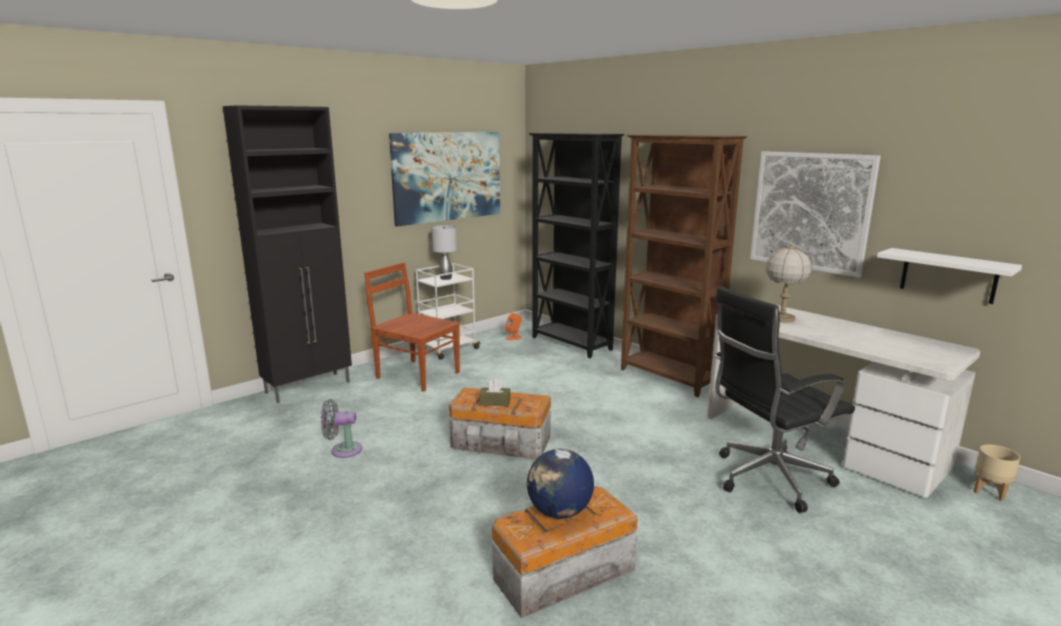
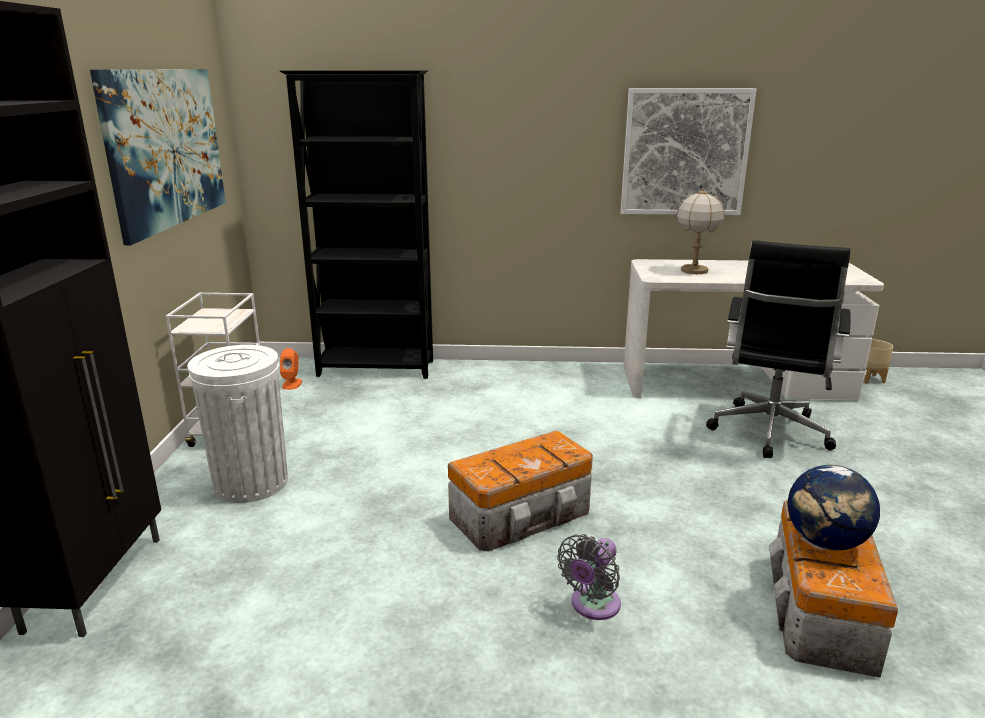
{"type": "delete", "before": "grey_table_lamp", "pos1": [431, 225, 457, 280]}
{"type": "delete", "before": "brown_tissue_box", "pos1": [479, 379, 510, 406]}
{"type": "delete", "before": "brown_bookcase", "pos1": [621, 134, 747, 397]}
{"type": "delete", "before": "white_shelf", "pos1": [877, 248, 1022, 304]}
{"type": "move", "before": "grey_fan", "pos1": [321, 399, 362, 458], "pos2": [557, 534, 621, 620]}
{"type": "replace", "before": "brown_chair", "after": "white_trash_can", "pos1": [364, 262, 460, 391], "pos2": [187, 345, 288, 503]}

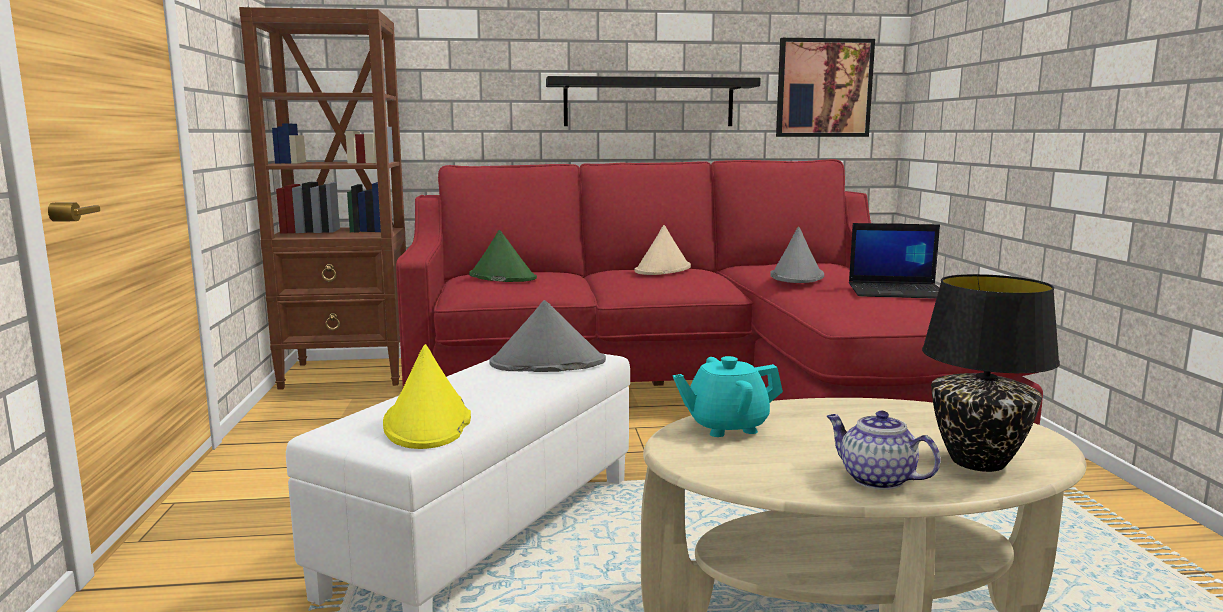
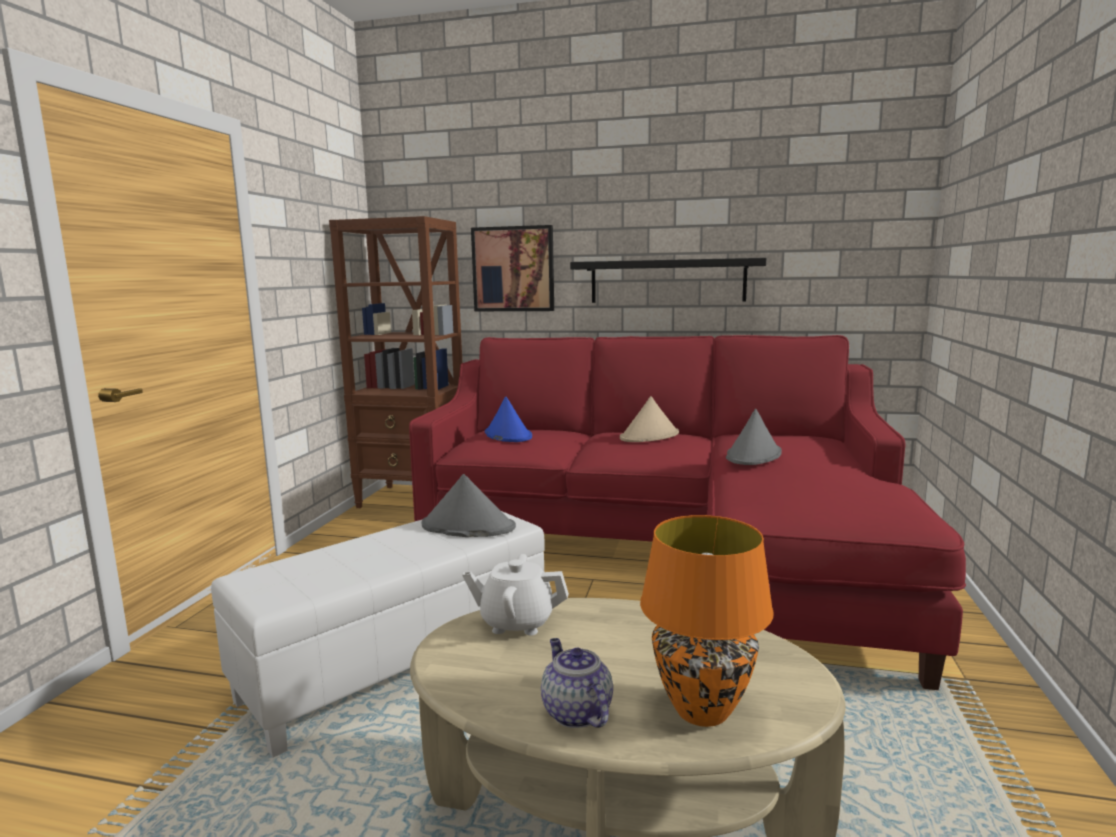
{"type": "delete", "before": "yellow_hat", "pos1": [383, 344, 471, 449]}
{"type": "delete", "before": "laptop", "pos1": [849, 223, 940, 299]}
{"type": "move", "before": "picture", "pos1": [776, 38, 875, 137], "pos2": [471, 225, 554, 311]}
{"type": "recolor", "before": "green_hat", "after": "blue_hat", "pos1": [469, 230, 537, 282], "pos2": [485, 396, 532, 442]}
{"type": "recolor", "before": "turquoise_teapot", "after": "white_teapot", "pos1": [673, 356, 783, 437], "pos2": [463, 554, 569, 635]}
{"type": "recolor", "before": "black_table_lamp", "after": "orange_table_lamp", "pos1": [922, 274, 1060, 472], "pos2": [640, 515, 774, 727]}

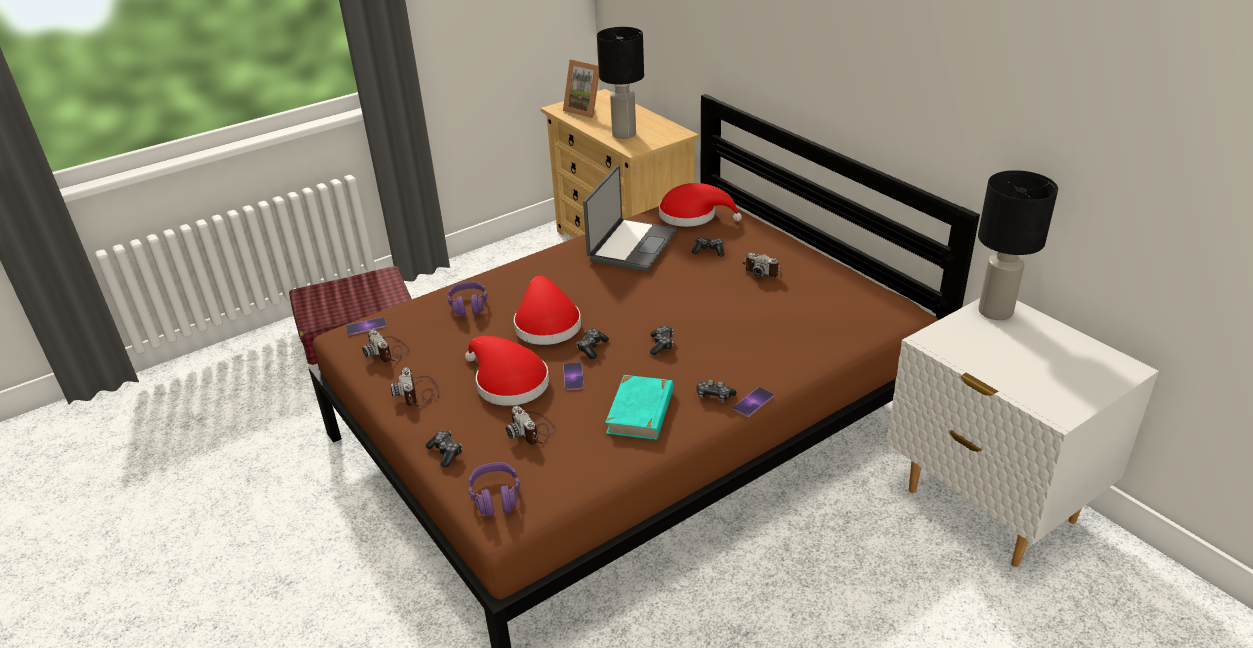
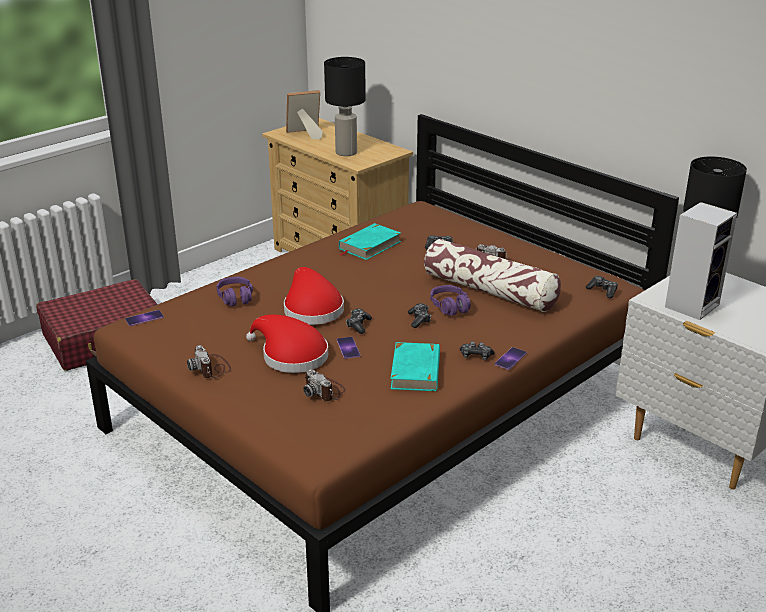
{"type": "delete", "before": "photo_camera", "pos1": [362, 329, 409, 362]}
{"type": "delete", "before": "red_hat", "pos1": [659, 183, 742, 227]}
{"type": "insert", "after": "pillow", "pos2": [424, 239, 561, 312]}
{"type": "insert", "after": "speaker", "pos2": [665, 202, 737, 320]}
{"type": "move", "before": "game_controller", "pos1": [426, 430, 462, 468], "pos2": [586, 276, 618, 298]}
{"type": "move", "before": "purple_headphones", "pos1": [468, 462, 520, 517], "pos2": [430, 285, 471, 316]}
{"type": "replace", "before": "laptop", "after": "turquoise_book", "pos1": [583, 165, 677, 272], "pos2": [339, 223, 401, 260]}
{"type": "rotate", "before": "picture_frame", "pos1": [563, 60, 599, 118], "pos2": [286, 90, 323, 140], "turn": 135}

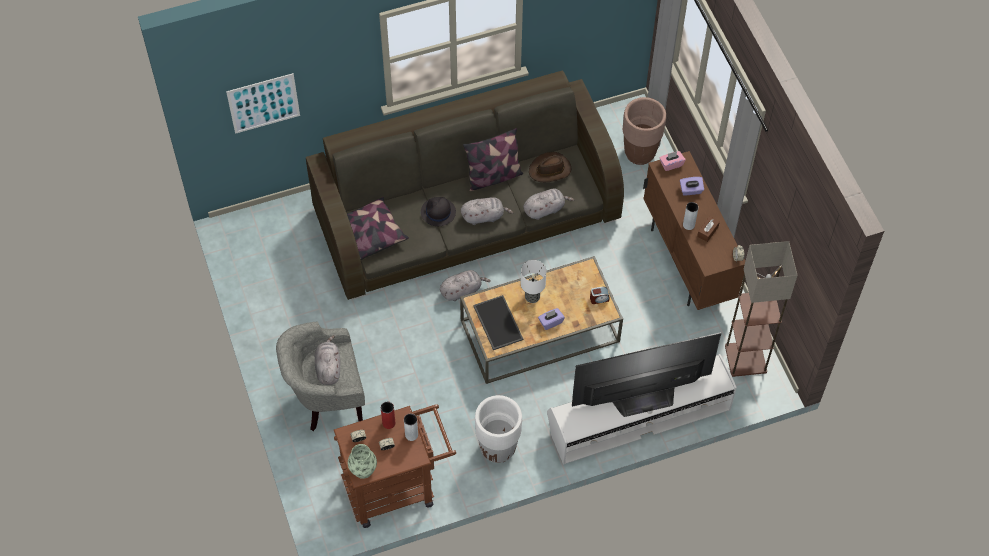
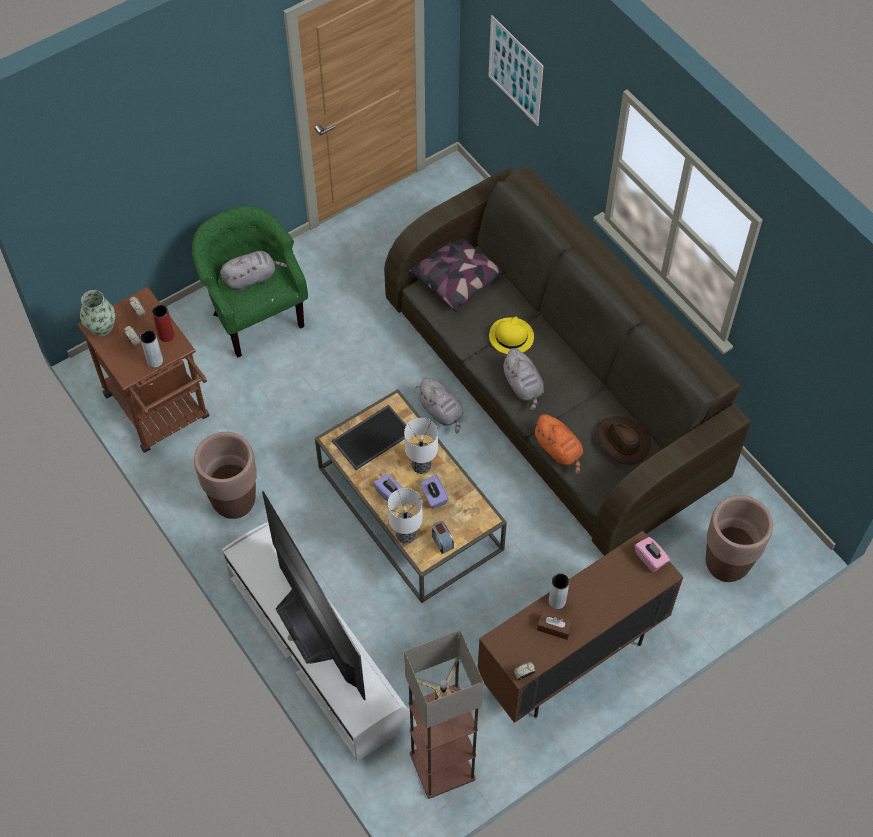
{"type": "delete", "before": "pillow", "pos1": [463, 128, 523, 191]}
{"type": "insert", "after": "table_lamp", "pos2": [388, 488, 423, 544]}
{"type": "move", "before": "purple_tissue_box", "pos1": [680, 177, 704, 196], "pos2": [420, 474, 448, 509]}
{"type": "recolor", "before": "grey_armchair", "after": "green_armchair", "pos1": [276, 322, 365, 431], "pos2": [192, 205, 308, 358]}
{"type": "recolor", "before": "black_hat", "after": "yellow_hat", "pos1": [421, 197, 456, 226], "pos2": [489, 316, 534, 354]}
{"type": "recolor", "before": "white_planter", "after": "brown_planter", "pos1": [475, 395, 522, 463], "pos2": [194, 432, 257, 519]}
{"type": "recolor", "before": "grey_plush_toy", "after": "orange_plush_toy", "pos1": [523, 188, 574, 220], "pos2": [532, 414, 583, 474]}

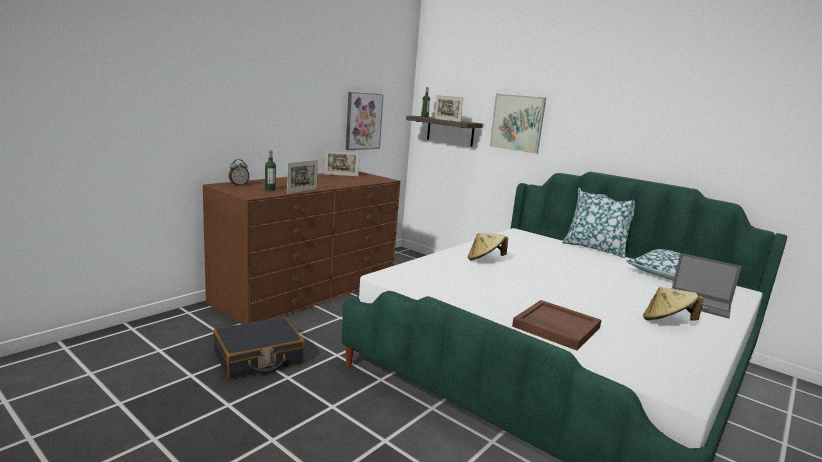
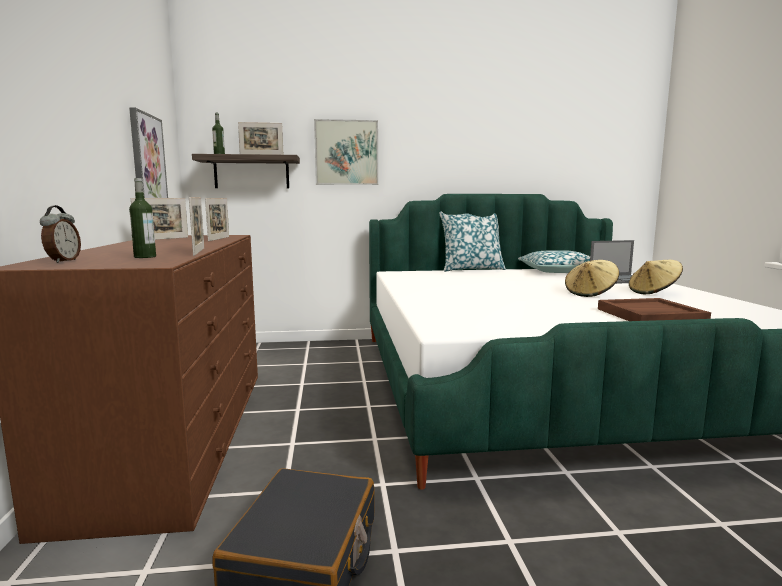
{"type": "insert", "after": "picture_frame", "pos2": [205, 198, 229, 241]}
{"type": "move", "before": "beige_hat", "pos1": [468, 233, 508, 260], "pos2": [565, 260, 619, 297]}

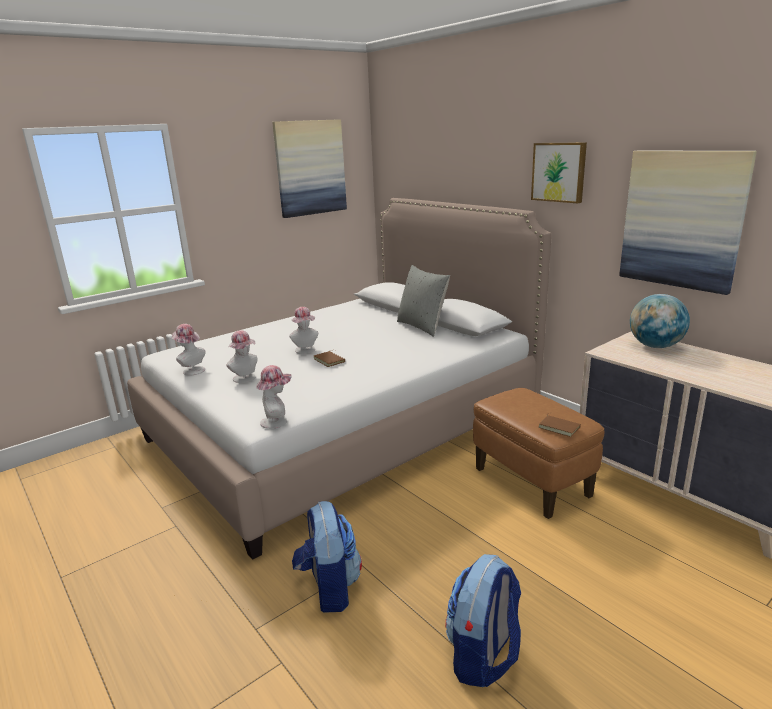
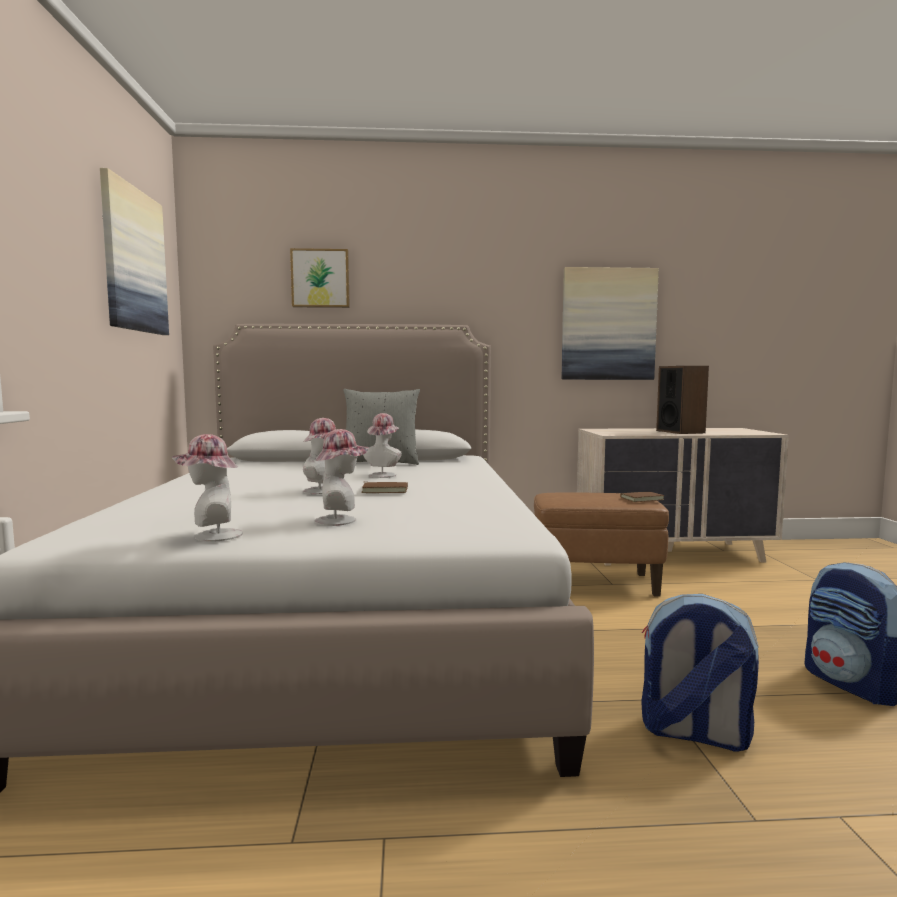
{"type": "delete", "before": "globe", "pos1": [630, 294, 690, 348]}
{"type": "insert", "after": "speaker", "pos2": [656, 366, 709, 434]}
{"type": "move", "before": "hat", "pos1": [256, 365, 292, 429], "pos2": [363, 413, 402, 478]}
{"type": "move", "before": "picture", "pos1": [531, 142, 587, 203], "pos2": [290, 248, 350, 308]}

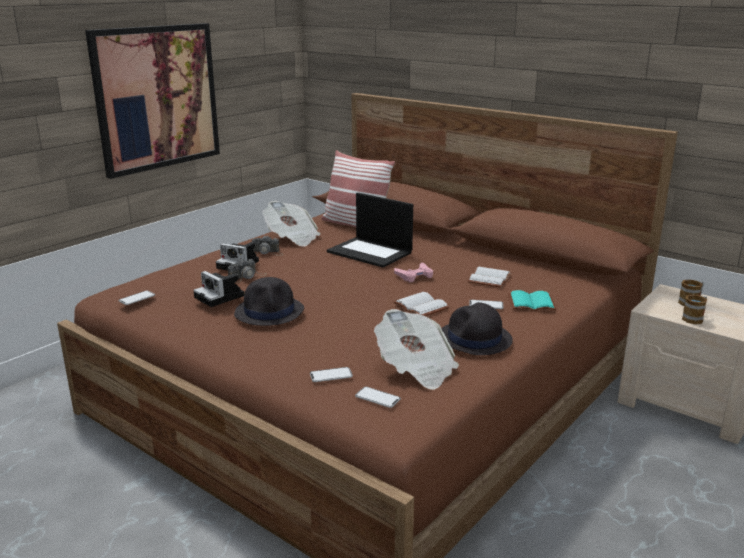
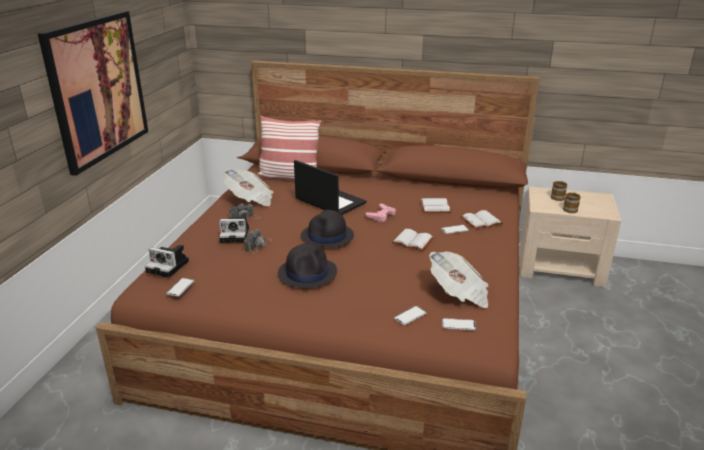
{"type": "move", "before": "photo_camera", "pos1": [193, 271, 244, 307], "pos2": [145, 245, 189, 278]}
{"type": "move", "before": "black_hat", "pos1": [441, 302, 513, 355], "pos2": [301, 210, 354, 248]}
{"type": "recolor", "before": "turquoise_book", "after": "white_book", "pos1": [508, 290, 556, 311], "pos2": [461, 210, 503, 229]}
{"type": "rotate", "before": "laptop", "pos1": [327, 193, 413, 268], "pos2": [294, 160, 366, 215], "turn": -150}

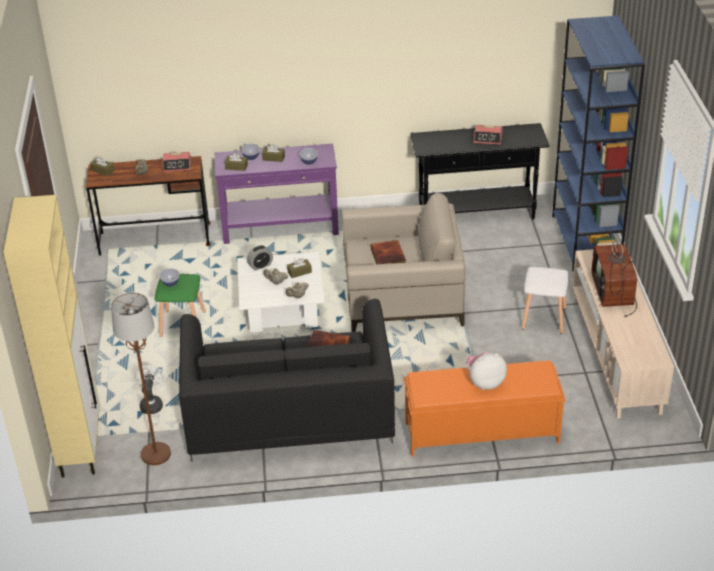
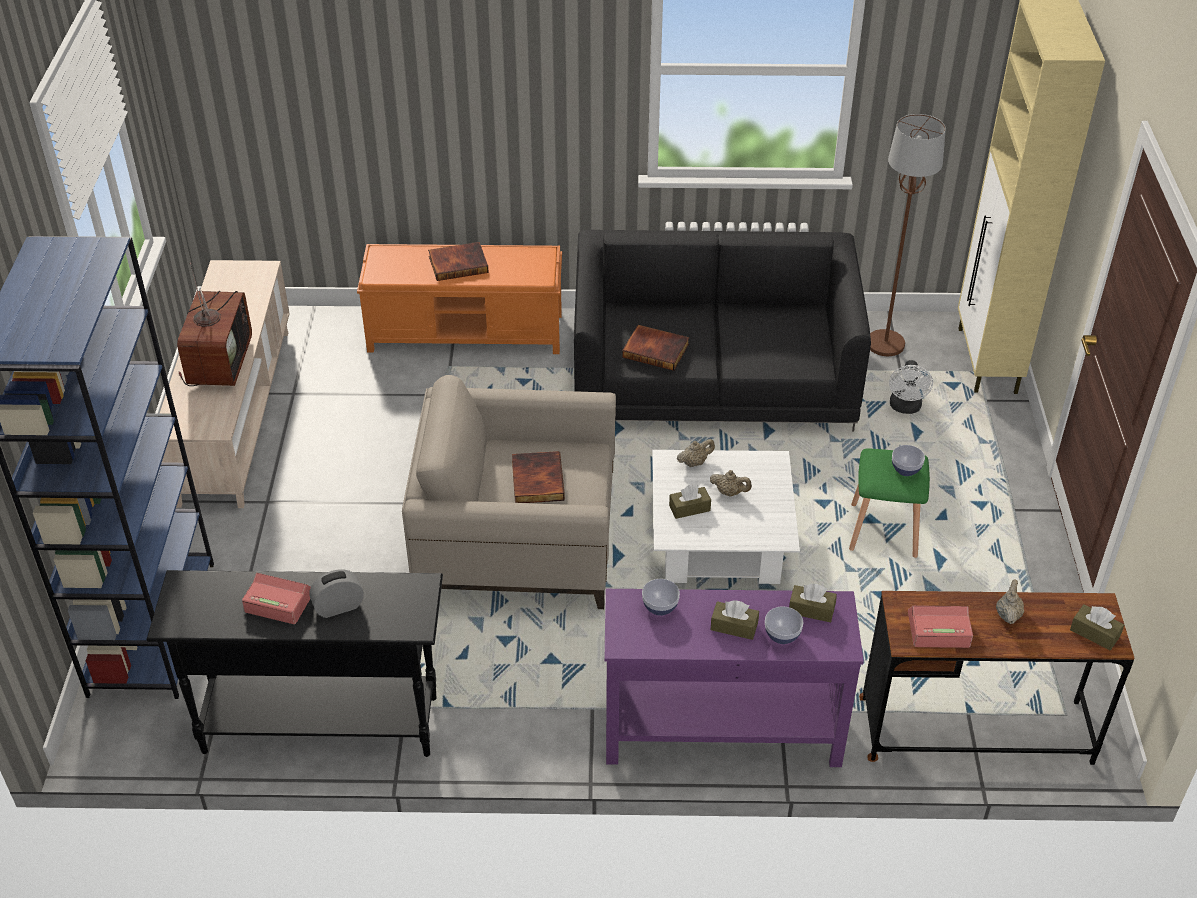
{"type": "delete", "before": "white_stool", "pos1": [521, 267, 569, 334]}
{"type": "move", "before": "alarm_clock", "pos1": [247, 245, 273, 271], "pos2": [309, 569, 364, 618]}
{"type": "replace", "before": "plush_toy", "after": "book", "pos1": [466, 352, 507, 390], "pos2": [428, 242, 489, 281]}

